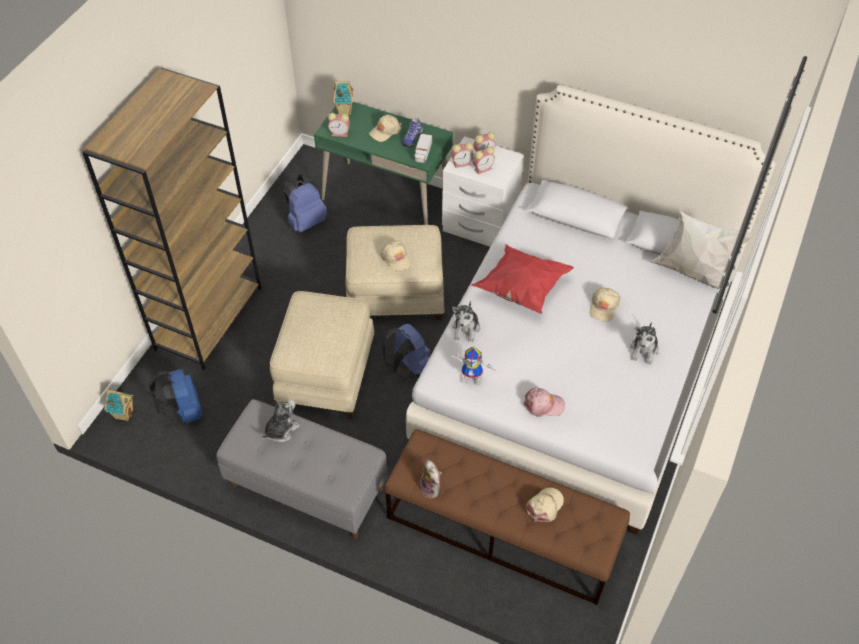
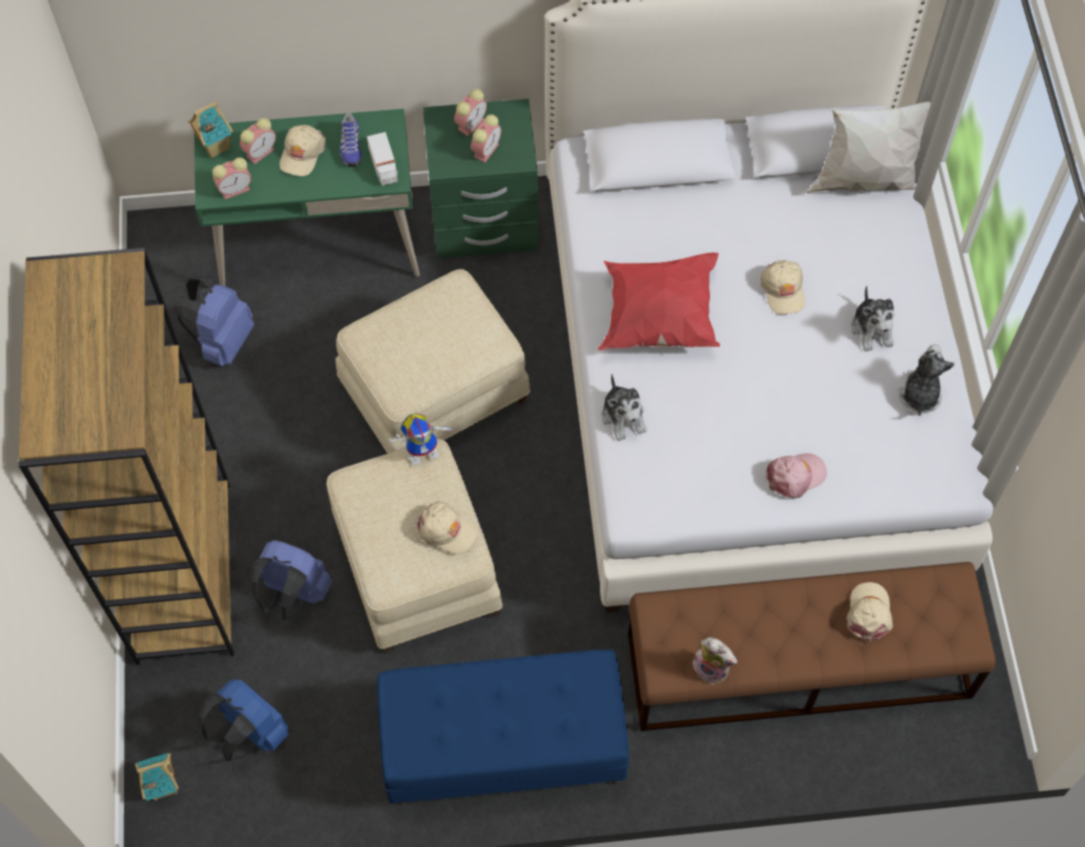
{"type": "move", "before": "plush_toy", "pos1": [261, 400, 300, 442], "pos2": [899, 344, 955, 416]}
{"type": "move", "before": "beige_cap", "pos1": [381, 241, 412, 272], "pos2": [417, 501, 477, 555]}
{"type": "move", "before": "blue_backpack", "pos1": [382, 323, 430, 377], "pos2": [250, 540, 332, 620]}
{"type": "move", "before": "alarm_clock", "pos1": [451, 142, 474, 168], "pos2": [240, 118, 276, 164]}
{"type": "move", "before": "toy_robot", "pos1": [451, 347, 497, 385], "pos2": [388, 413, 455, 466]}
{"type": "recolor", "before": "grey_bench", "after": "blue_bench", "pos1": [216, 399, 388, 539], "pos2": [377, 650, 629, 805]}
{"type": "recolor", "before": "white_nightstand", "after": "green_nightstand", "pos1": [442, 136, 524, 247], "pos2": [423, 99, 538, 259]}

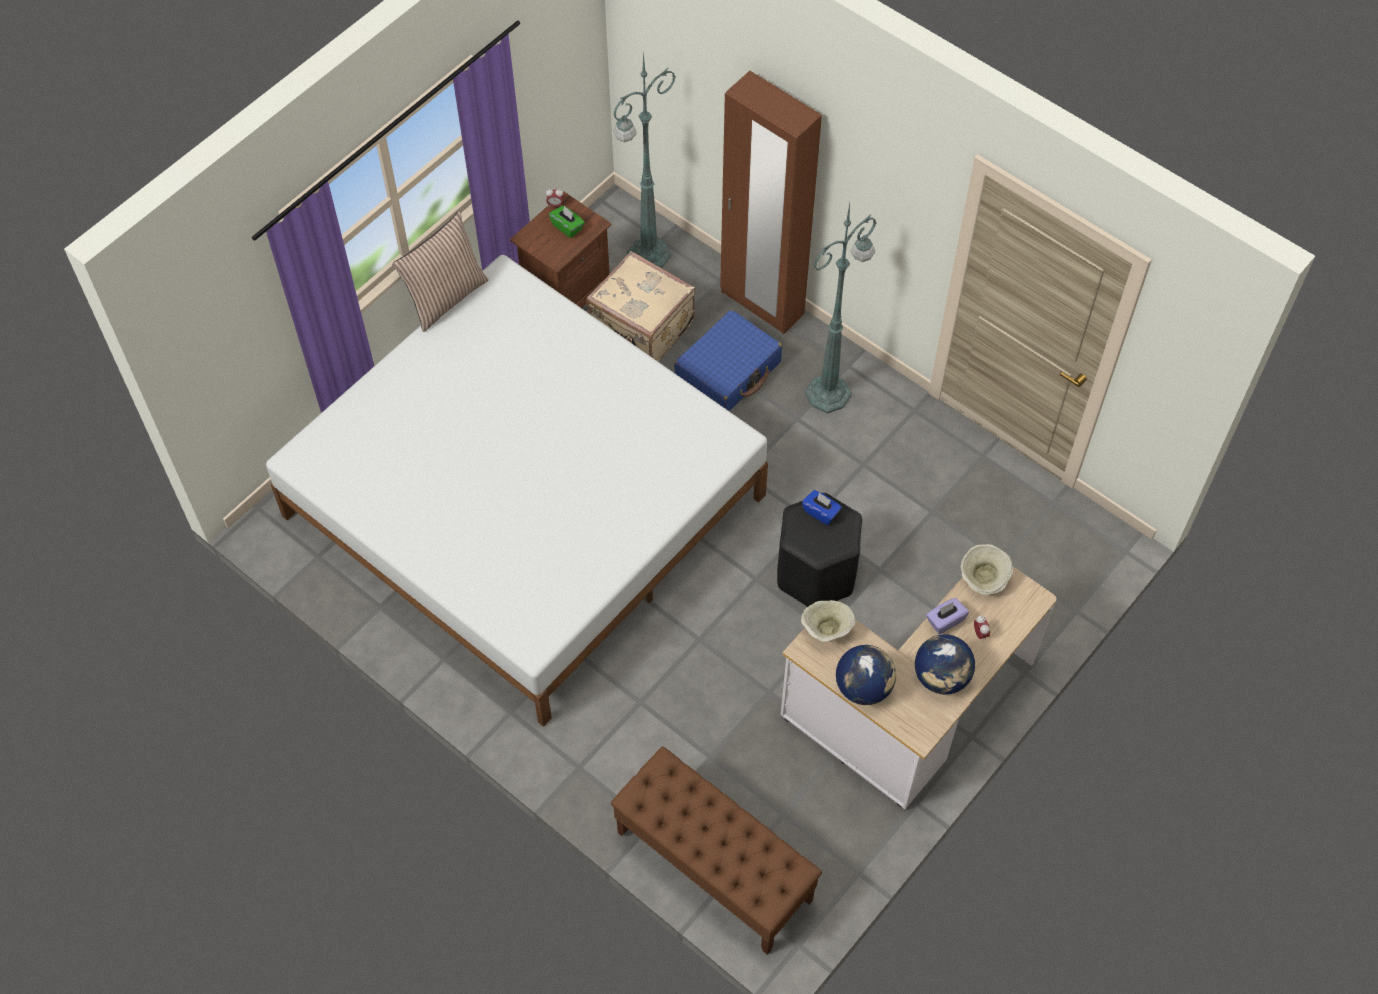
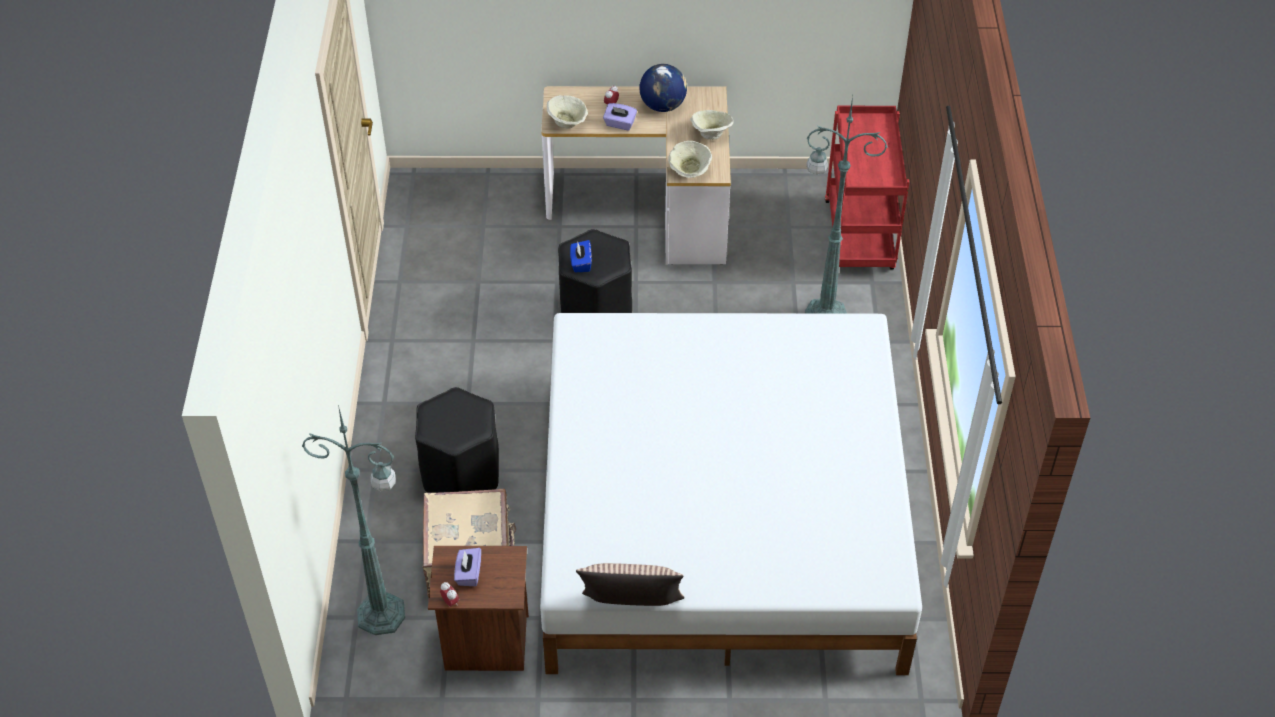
{"type": "delete", "before": "brown_wardrobe", "pos1": [720, 71, 822, 334]}
{"type": "move", "before": "green_floor_lamp", "pos1": [805, 203, 877, 414], "pos2": [805, 96, 888, 314]}
{"type": "replace", "before": "brown_bench", "after": "red_cart", "pos1": [611, 746, 822, 955], "pos2": [825, 106, 910, 269]}
{"type": "replace", "before": "blue_suitcase", "after": "black_stool", "pos1": [674, 310, 782, 411], "pos2": [415, 387, 499, 493]}
{"type": "replace", "before": "globe", "after": "beige_bowl", "pos1": [836, 645, 896, 705], "pos2": [690, 110, 734, 140]}
{"type": "recolor", "before": "green_tissue_box", "after": "purple_tissue_box", "pos1": [549, 206, 585, 238], "pos2": [454, 548, 481, 586]}

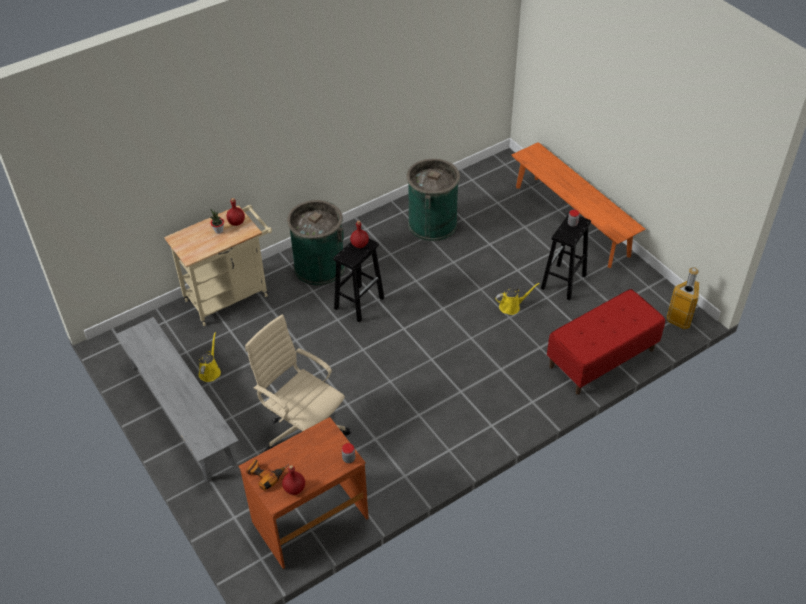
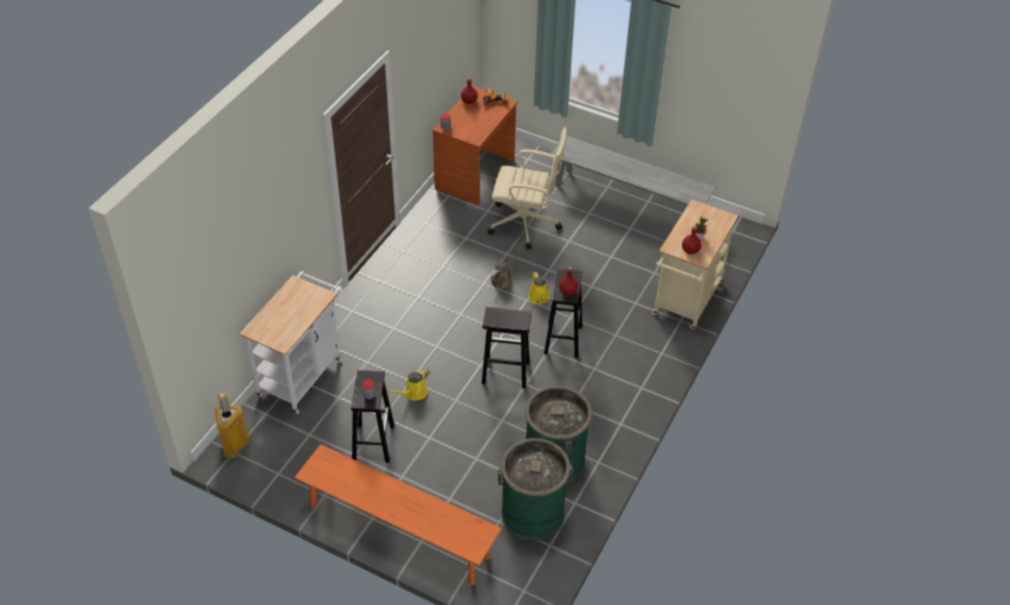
{"type": "insert", "after": "black_stool", "pos2": [482, 307, 532, 389]}
{"type": "insert", "after": "brown_watering_can", "pos2": [491, 247, 522, 289]}
{"type": "move", "before": "yellow_watering_can", "pos1": [199, 332, 221, 382], "pos2": [528, 272, 550, 304]}
{"type": "move", "before": "green_trash_can", "pos1": [287, 200, 345, 285], "pos2": [498, 438, 573, 541]}
{"type": "replace", "before": "red_bench", "after": "white_cart", "pos1": [547, 289, 665, 395], "pos2": [239, 271, 343, 414]}

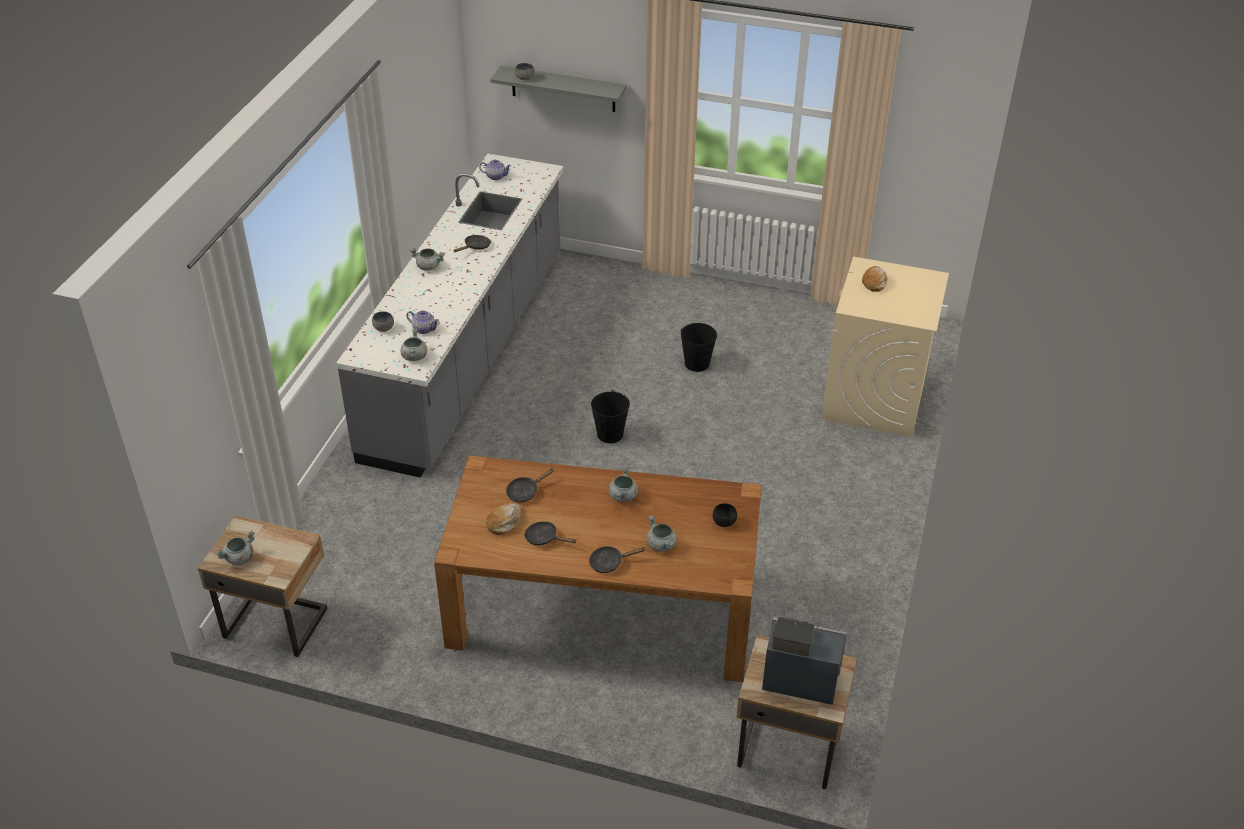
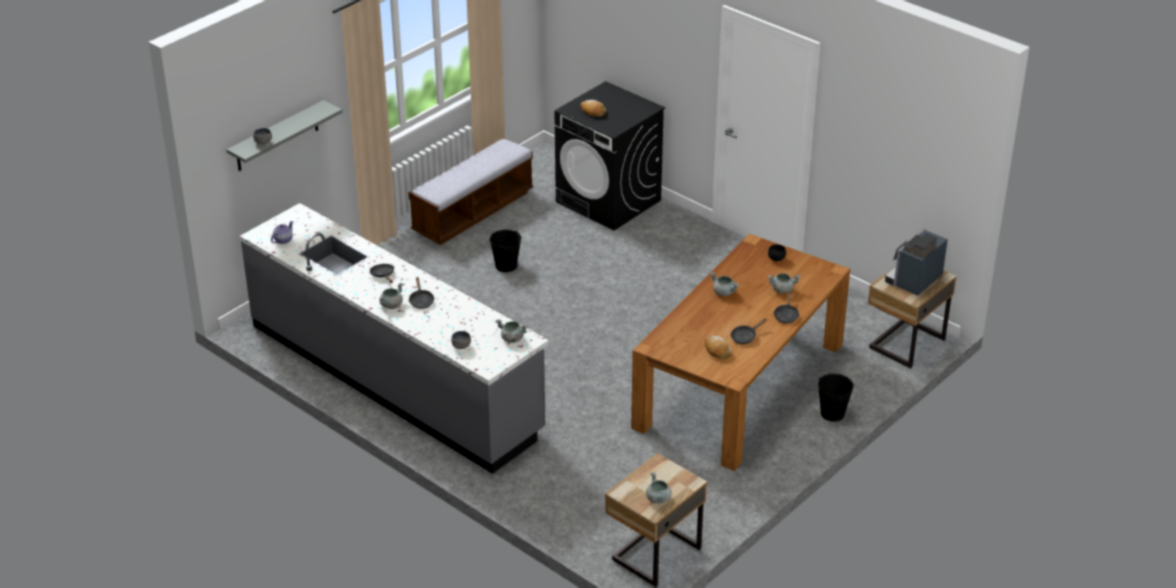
{"type": "delete", "before": "teapot", "pos1": [406, 311, 439, 334]}
{"type": "insert", "after": "bench", "pos2": [408, 138, 533, 245]}
{"type": "move", "before": "black_frying_pan", "pos1": [506, 468, 554, 503], "pos2": [409, 277, 434, 309]}
{"type": "move", "before": "black_bucket", "pos1": [591, 390, 630, 443], "pos2": [818, 373, 853, 422]}
{"type": "recolor", "before": "beige_washing_machine", "after": "black_washing_machine", "pos1": [821, 257, 949, 437], "pos2": [555, 81, 665, 231]}

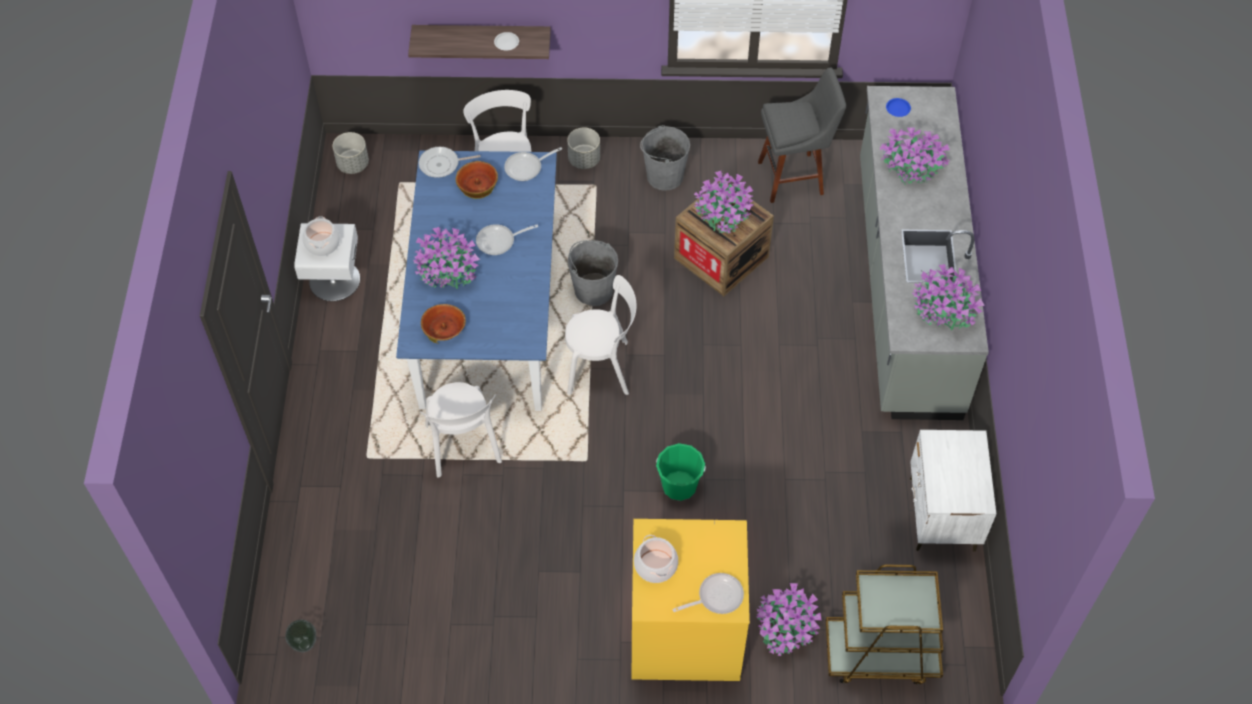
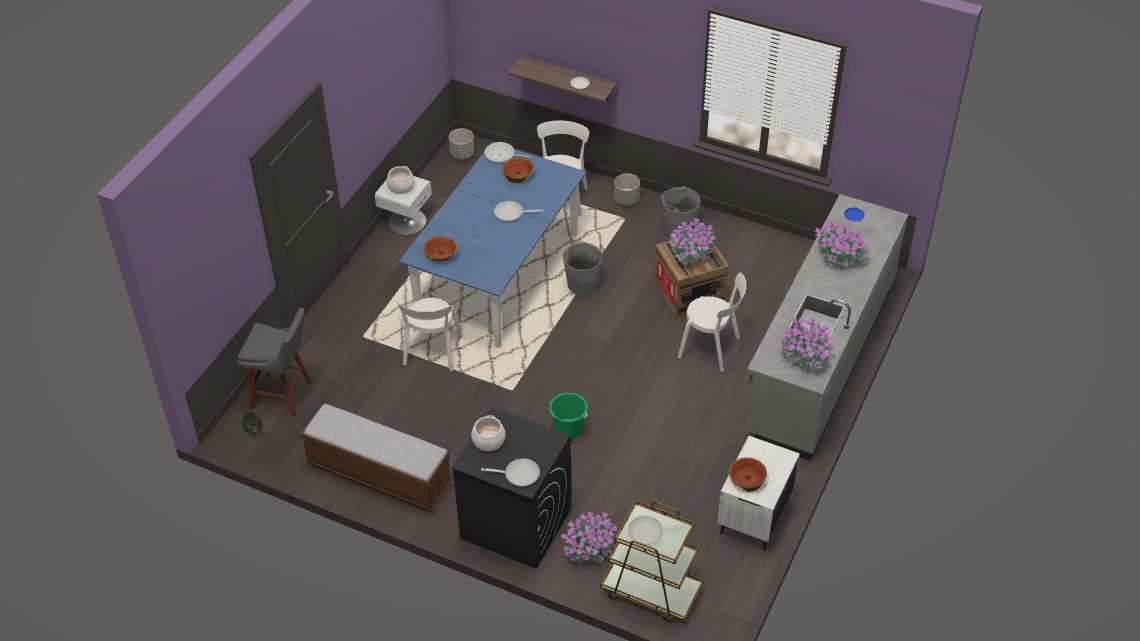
{"type": "delete", "before": "potted_plant", "pos1": [413, 227, 480, 289]}
{"type": "insert", "after": "bench", "pos2": [300, 404, 452, 511]}
{"type": "insert", "after": "bowl", "pos2": [729, 458, 767, 492]}
{"type": "move", "before": "frying_pan", "pos1": [504, 147, 562, 181], "pos2": [628, 516, 687, 545]}
{"type": "move", "before": "white_chair", "pos1": [565, 275, 637, 395], "pos2": [678, 273, 746, 372]}
{"type": "move", "before": "grey_stool", "pos1": [758, 67, 846, 203], "pos2": [237, 308, 312, 417]}
{"type": "recolor", "before": "yellow_washing_machine", "after": "black_washing_machine", "pos1": [632, 519, 750, 681], "pos2": [451, 407, 572, 569]}

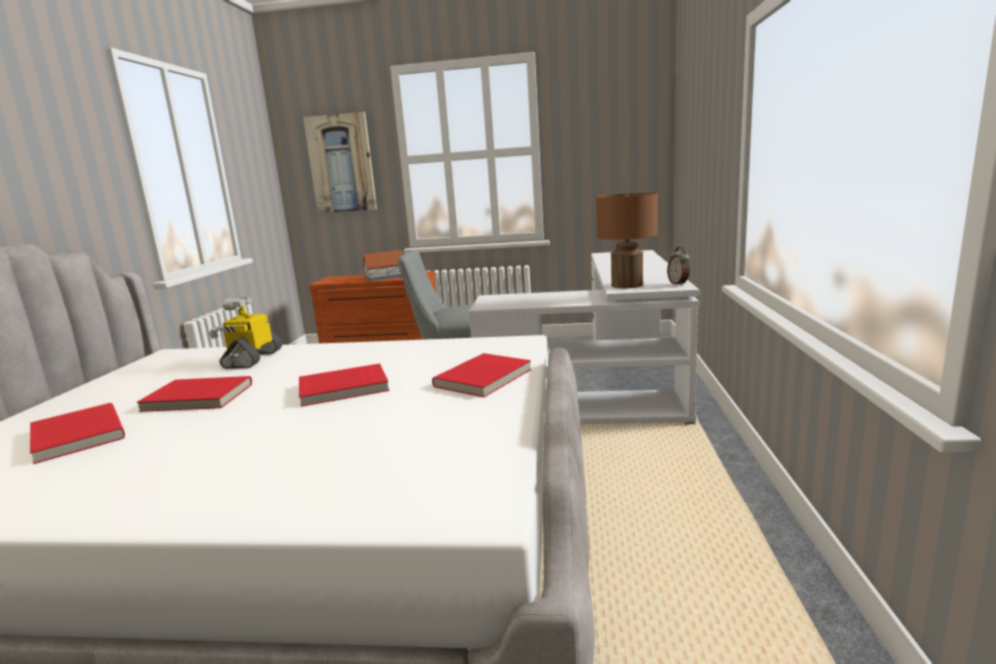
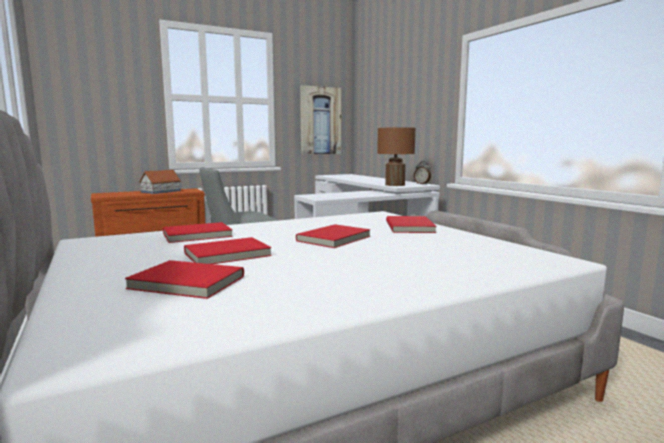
{"type": "move", "before": "picture", "pos1": [303, 112, 377, 213], "pos2": [300, 85, 341, 154]}
{"type": "replace", "before": "toy_robot", "after": "red_book", "pos1": [209, 297, 282, 369], "pos2": [163, 222, 233, 243]}

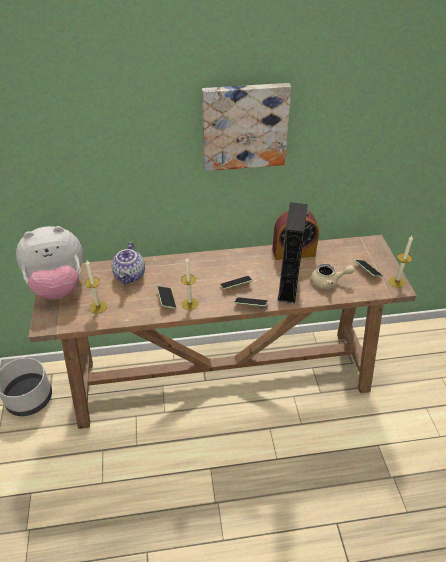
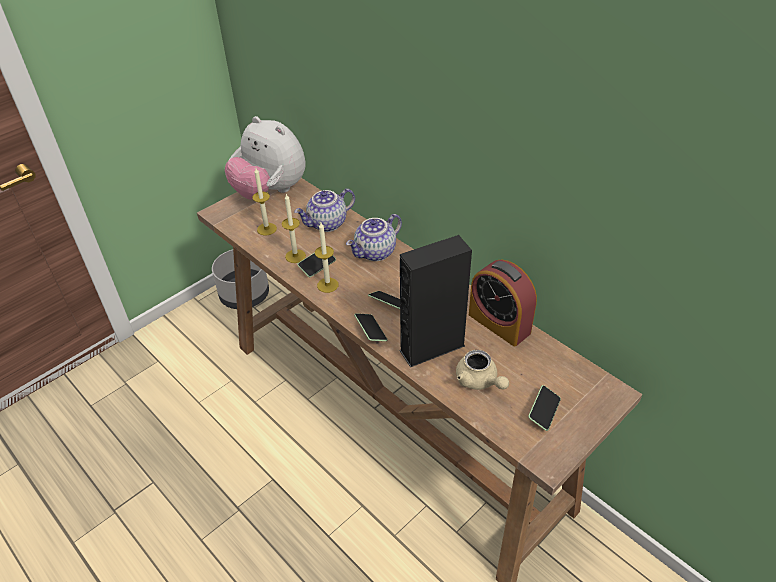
{"type": "delete", "before": "picture", "pos1": [202, 83, 292, 171]}
{"type": "insert", "after": "teapot", "pos2": [346, 214, 402, 261]}
{"type": "move", "before": "candle", "pos1": [389, 236, 413, 288], "pos2": [282, 194, 306, 263]}

